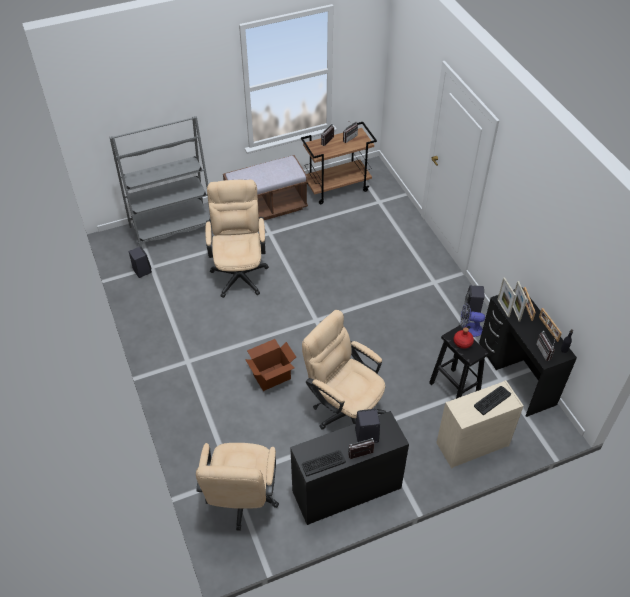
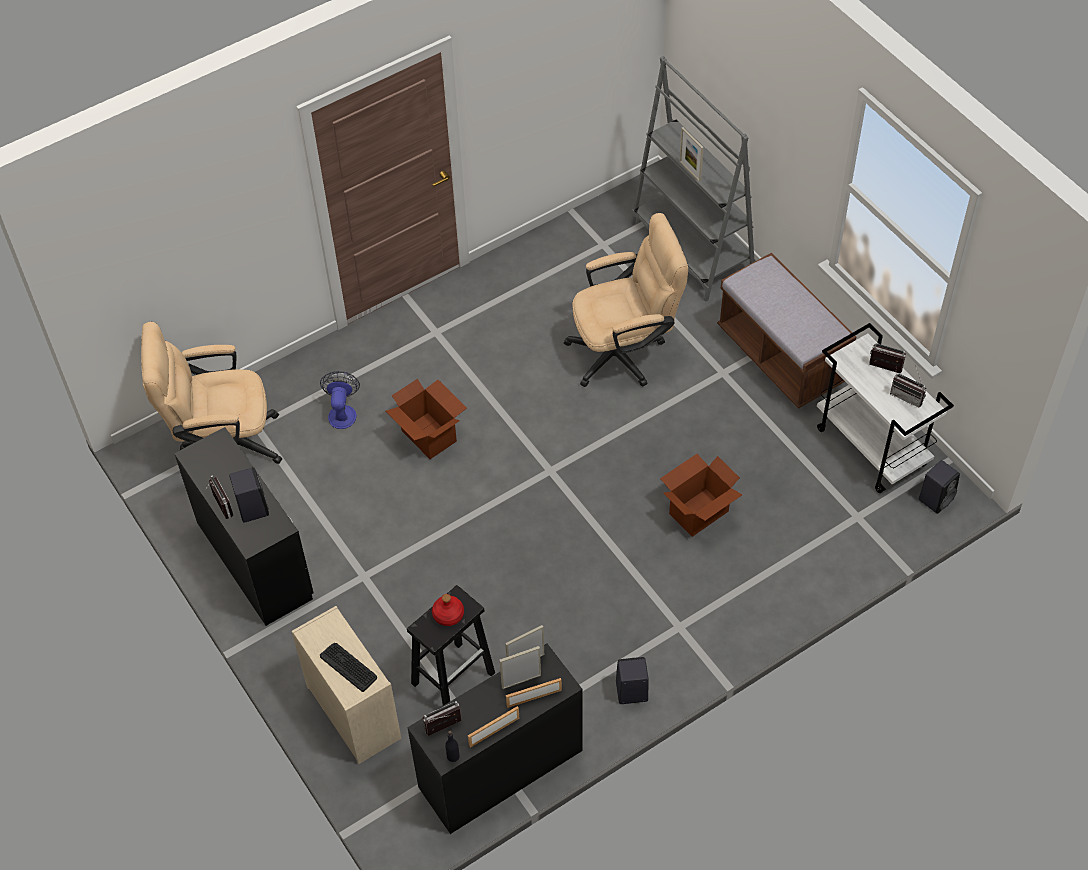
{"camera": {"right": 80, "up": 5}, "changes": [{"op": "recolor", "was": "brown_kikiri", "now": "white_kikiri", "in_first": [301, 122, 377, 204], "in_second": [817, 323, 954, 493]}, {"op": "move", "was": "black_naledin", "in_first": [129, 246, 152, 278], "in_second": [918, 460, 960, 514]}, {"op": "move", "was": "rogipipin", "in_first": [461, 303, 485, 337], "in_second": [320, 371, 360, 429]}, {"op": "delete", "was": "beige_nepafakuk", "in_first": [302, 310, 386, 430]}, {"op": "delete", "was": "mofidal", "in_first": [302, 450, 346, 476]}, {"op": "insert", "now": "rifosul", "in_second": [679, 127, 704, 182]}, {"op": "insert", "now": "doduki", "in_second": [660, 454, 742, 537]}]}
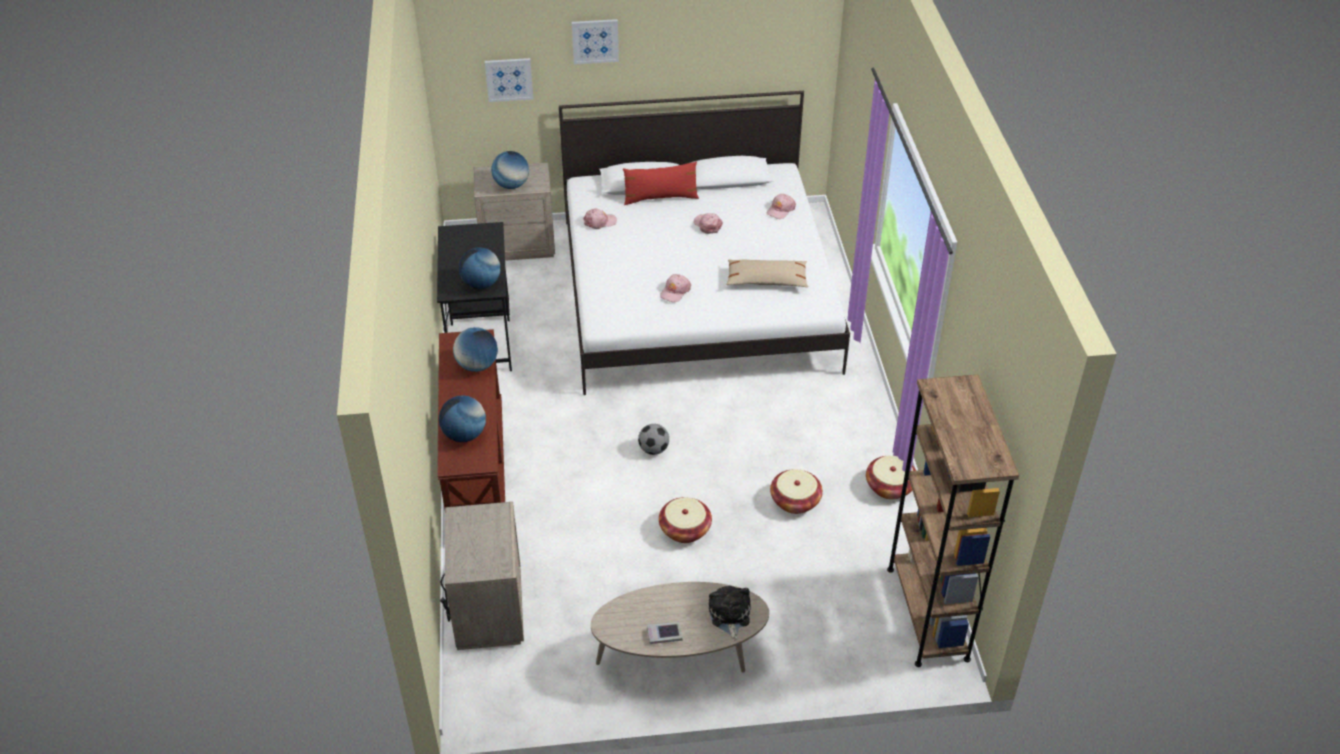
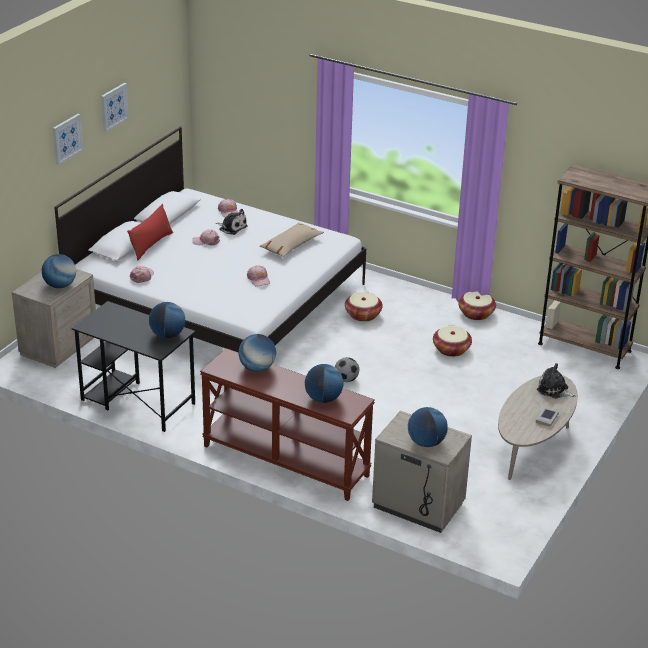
{"camera": {"right": -55, "up": -10}, "changes": [{"op": "move", "was": "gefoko", "in_first": [485, 58, 533, 102], "in_second": [101, 83, 129, 132]}, {"op": "move", "was": "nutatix", "in_first": [659, 497, 712, 543], "in_second": [345, 292, 383, 322]}, {"op": "insert", "now": "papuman", "in_second": [216, 209, 248, 235]}, {"op": "insert", "now": "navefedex", "in_second": [408, 407, 448, 447]}]}
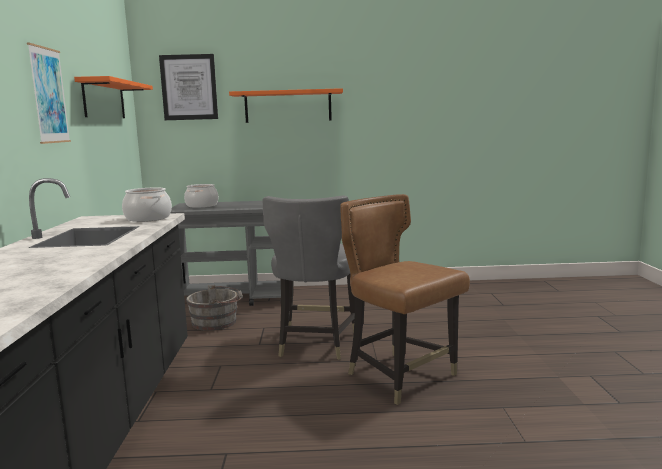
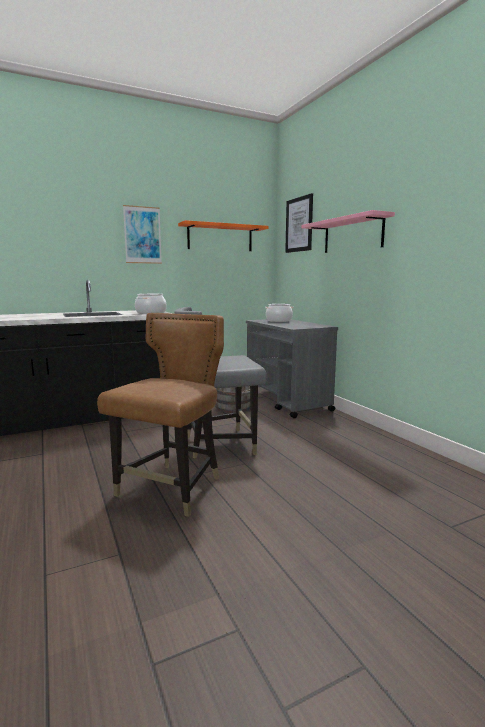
{"camera": {"right": 65, "up": 0}, "changes": [{"op": "recolor", "was": "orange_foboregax", "now": "pink_foboregax", "in_first": [229, 88, 343, 123], "in_second": [301, 210, 395, 253]}]}
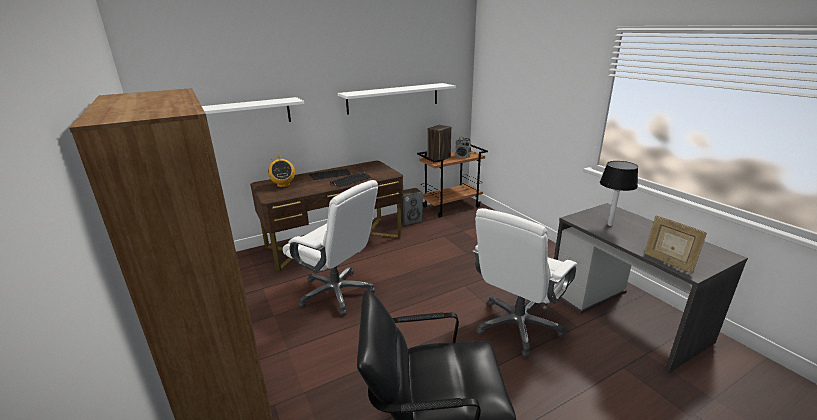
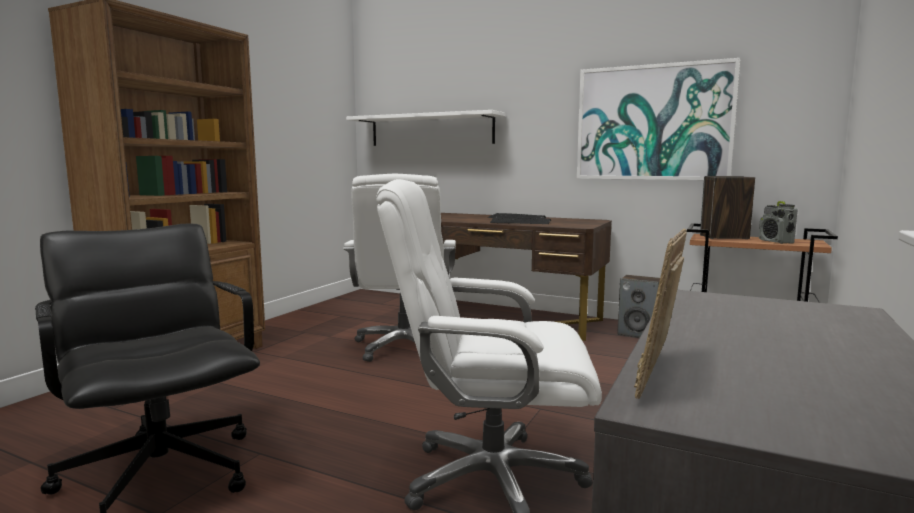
{"camera": {"right": 55, "up": -15}, "changes": [{"op": "replace", "was": "white_foboregax", "now": "gefoko", "in_first": [338, 83, 456, 115], "in_second": [577, 58, 740, 180]}, {"op": "delete", "was": "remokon", "in_first": [268, 156, 295, 187]}, {"op": "delete", "was": "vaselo", "in_first": [600, 161, 638, 226]}]}
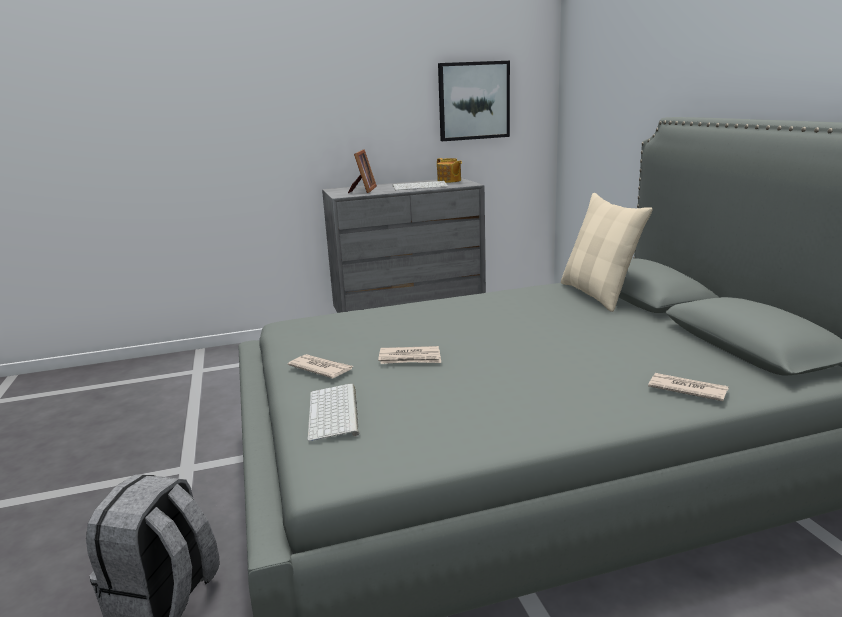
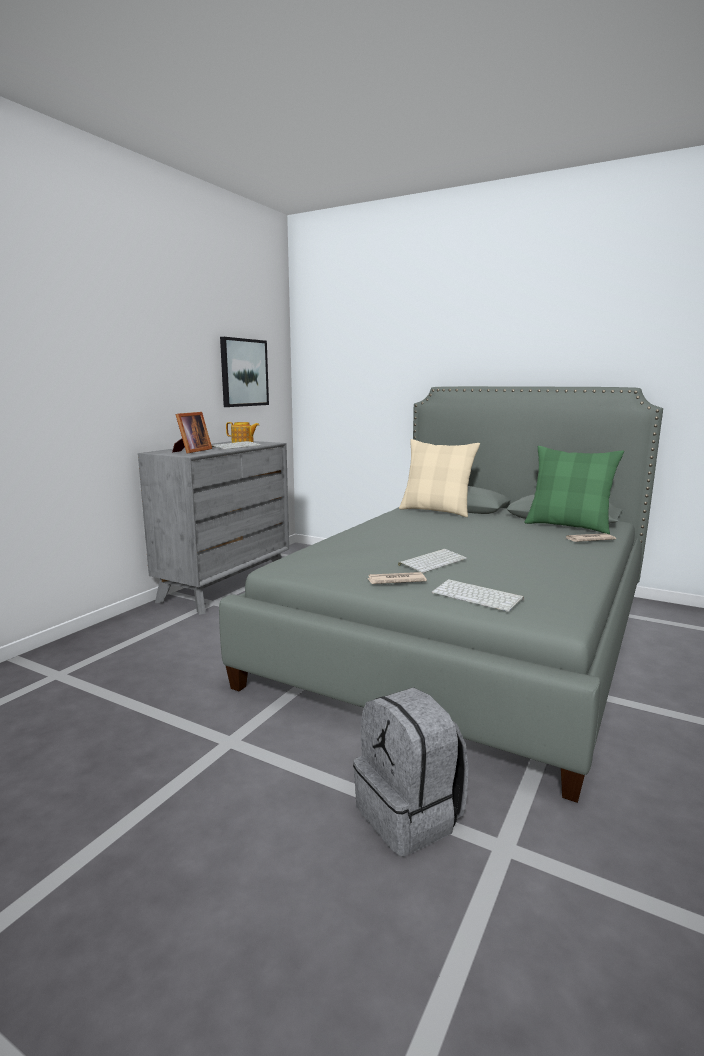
{"camera": {"right": -45, "up": -5}, "changes": [{"op": "rotate", "was": "rifosul", "in_first": [348, 149, 377, 193], "in_second": [172, 412, 212, 453], "clockwise": 60}, {"op": "replace", "was": "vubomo", "now": "mofidal", "in_first": [378, 346, 441, 364], "in_second": [398, 549, 467, 573]}, {"op": "insert", "now": "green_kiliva", "in_second": [524, 446, 624, 534]}]}
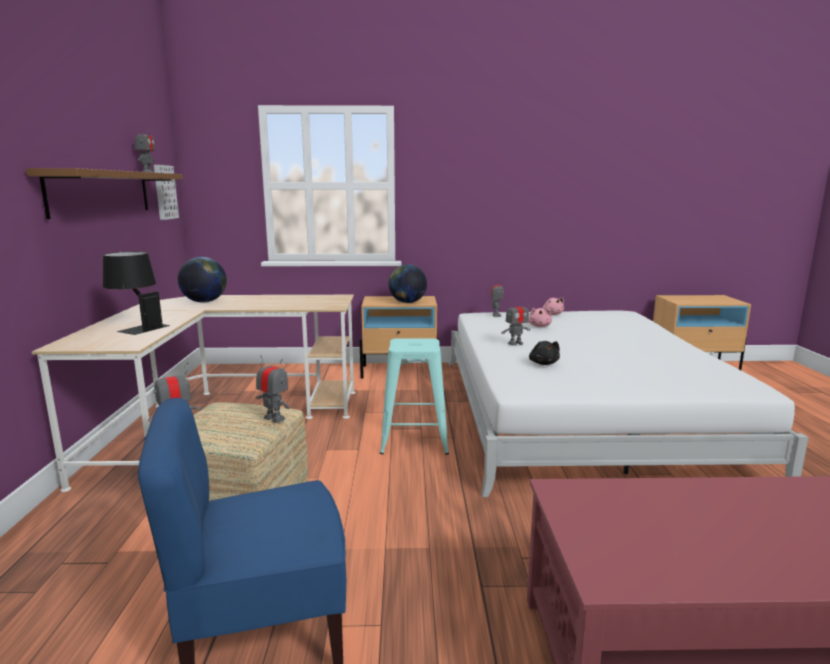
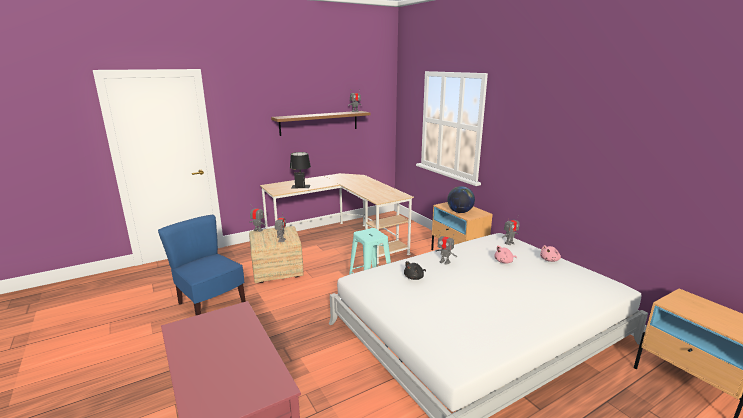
{"camera": {"right": 60, "up": 5}, "changes": [{"op": "delete", "was": "gefoko", "in_first": [154, 165, 179, 220]}, {"op": "delete", "was": "navefedex", "in_first": [178, 257, 227, 303]}]}
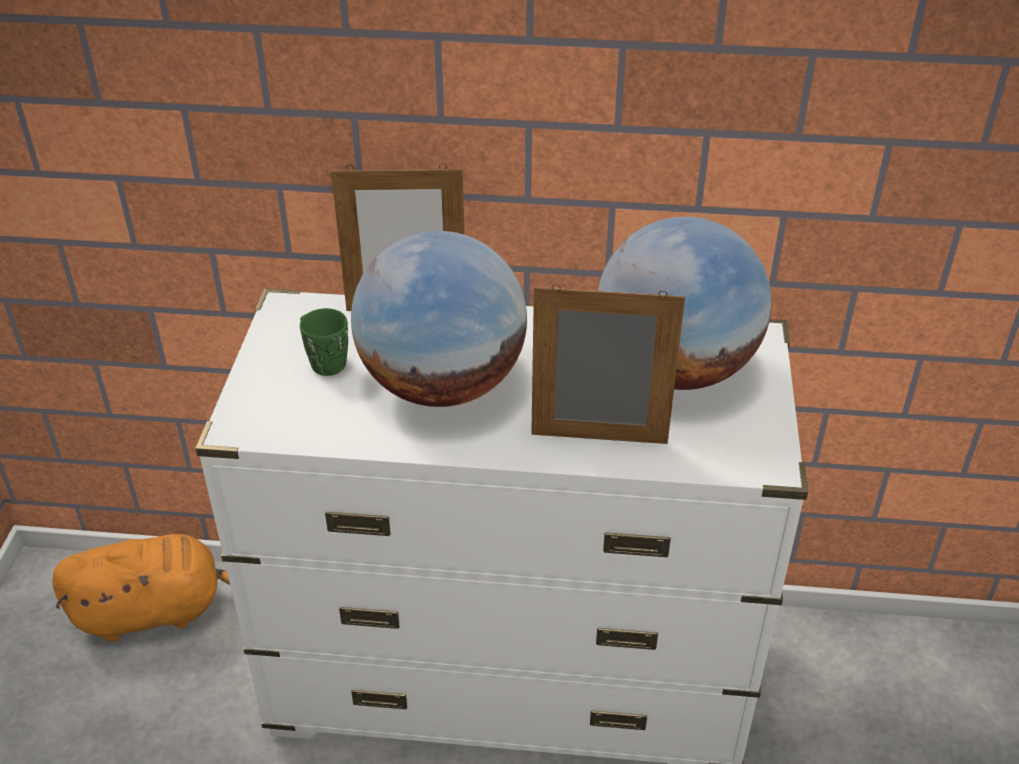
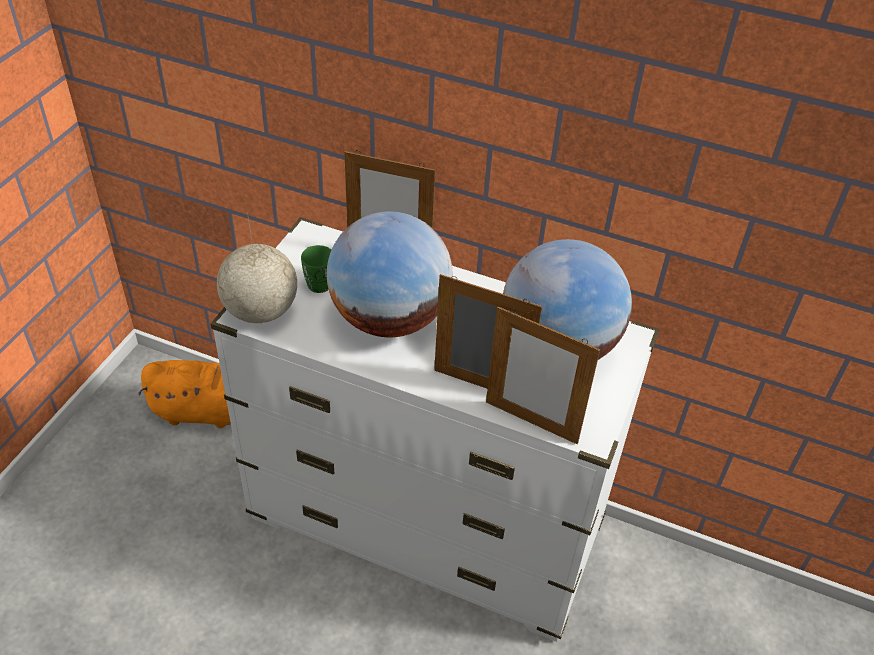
{"camera": {"right": 15, "up": 5}, "changes": [{"op": "insert", "now": "navefedex", "in_second": [217, 212, 297, 323]}, {"op": "insert", "now": "rifosul", "in_second": [486, 307, 600, 444]}]}
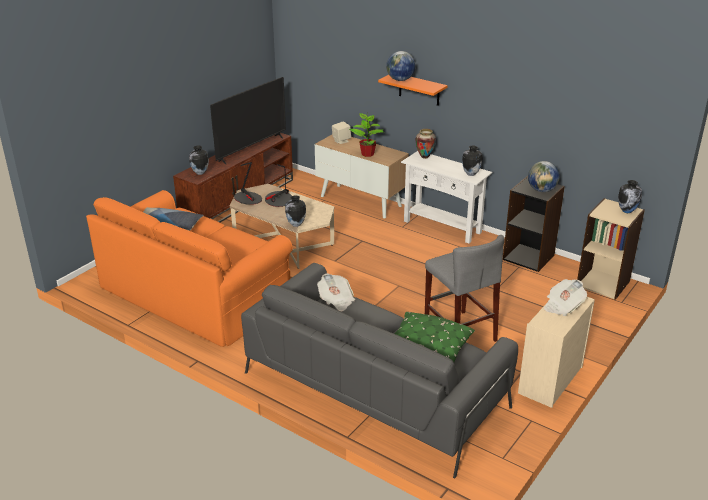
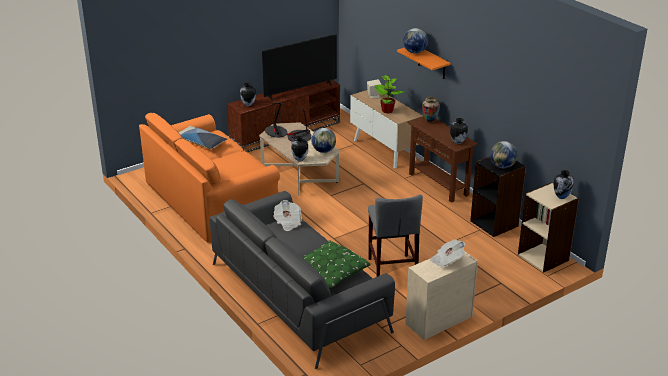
{"camera": {"right": 20, "up": 0}, "changes": [{"op": "recolor", "was": "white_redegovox", "now": "brown_redegovox", "in_first": [401, 151, 492, 243], "in_second": [407, 116, 478, 203]}, {"op": "insert", "now": "navefedex", "in_second": [311, 128, 336, 153]}]}
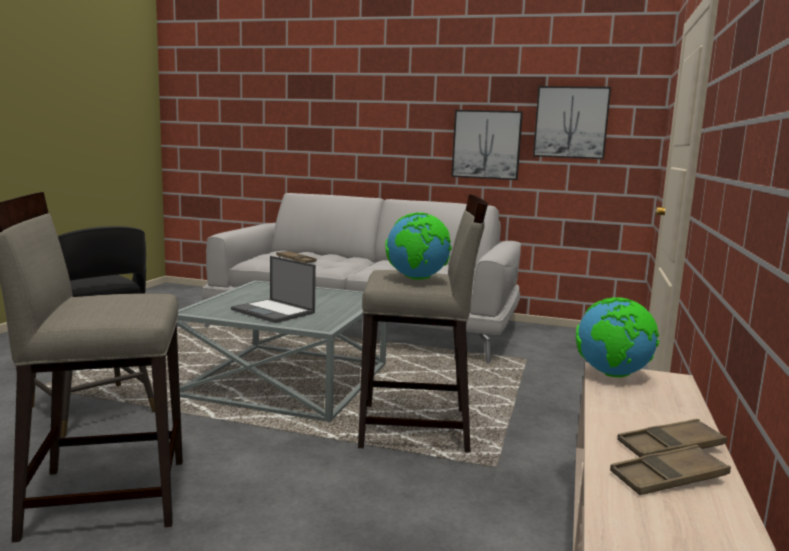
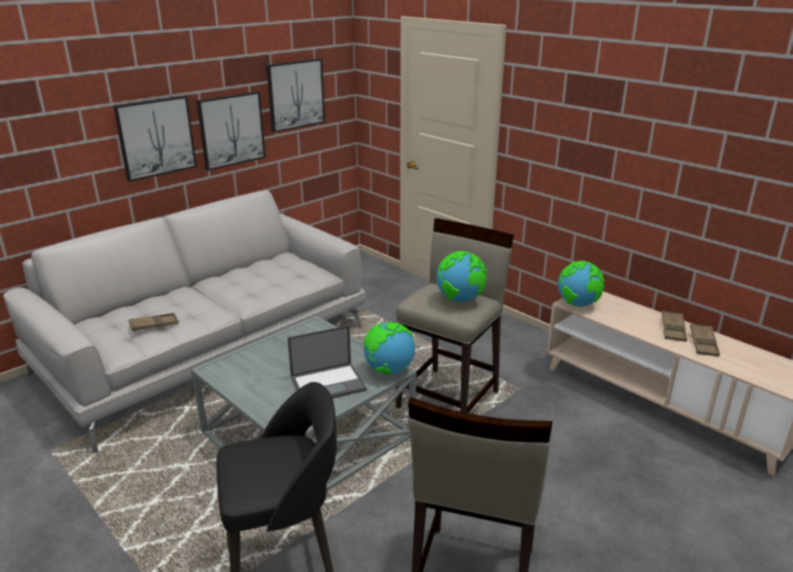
{"camera": {"right": -60, "up": 15}, "changes": [{"op": "insert", "now": "gefoko", "in_second": [113, 96, 197, 182]}, {"op": "insert", "now": "navefedex", "in_second": [363, 322, 415, 375]}]}
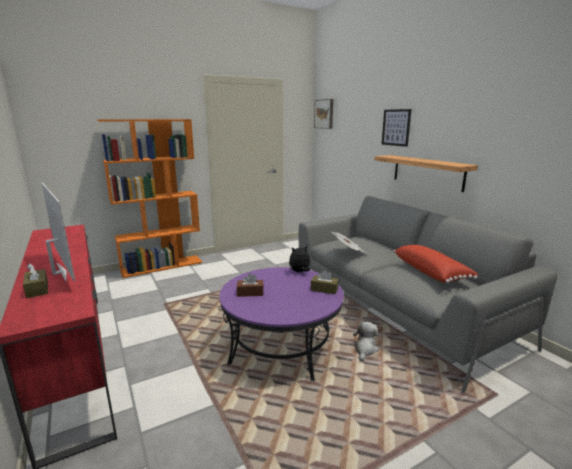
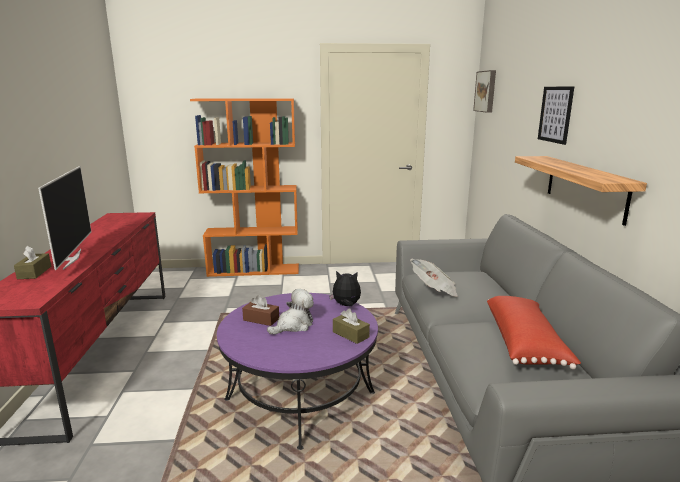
{"camera": {"right": 25, "up": 0}, "changes": [{"op": "move", "was": "papuman", "in_first": [353, 322, 378, 361], "in_second": [267, 289, 314, 335]}]}
